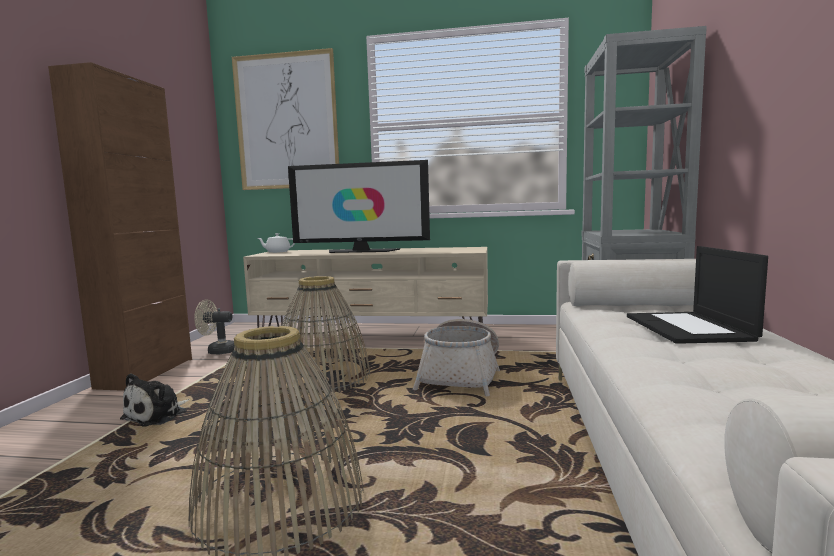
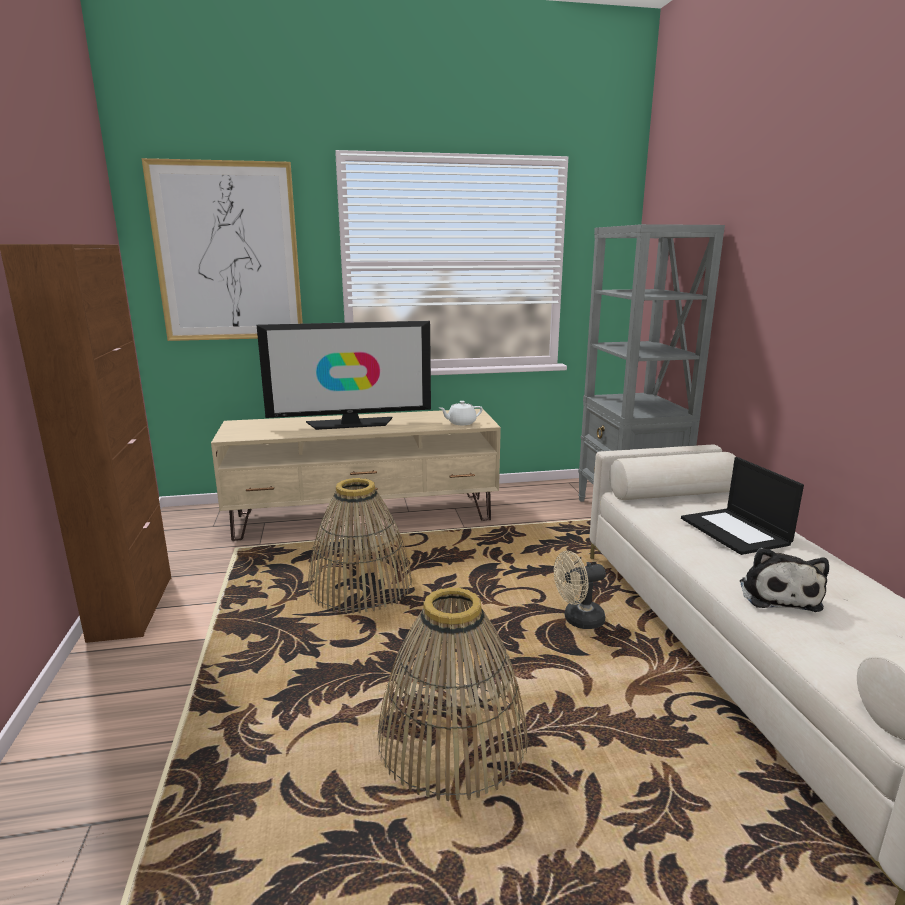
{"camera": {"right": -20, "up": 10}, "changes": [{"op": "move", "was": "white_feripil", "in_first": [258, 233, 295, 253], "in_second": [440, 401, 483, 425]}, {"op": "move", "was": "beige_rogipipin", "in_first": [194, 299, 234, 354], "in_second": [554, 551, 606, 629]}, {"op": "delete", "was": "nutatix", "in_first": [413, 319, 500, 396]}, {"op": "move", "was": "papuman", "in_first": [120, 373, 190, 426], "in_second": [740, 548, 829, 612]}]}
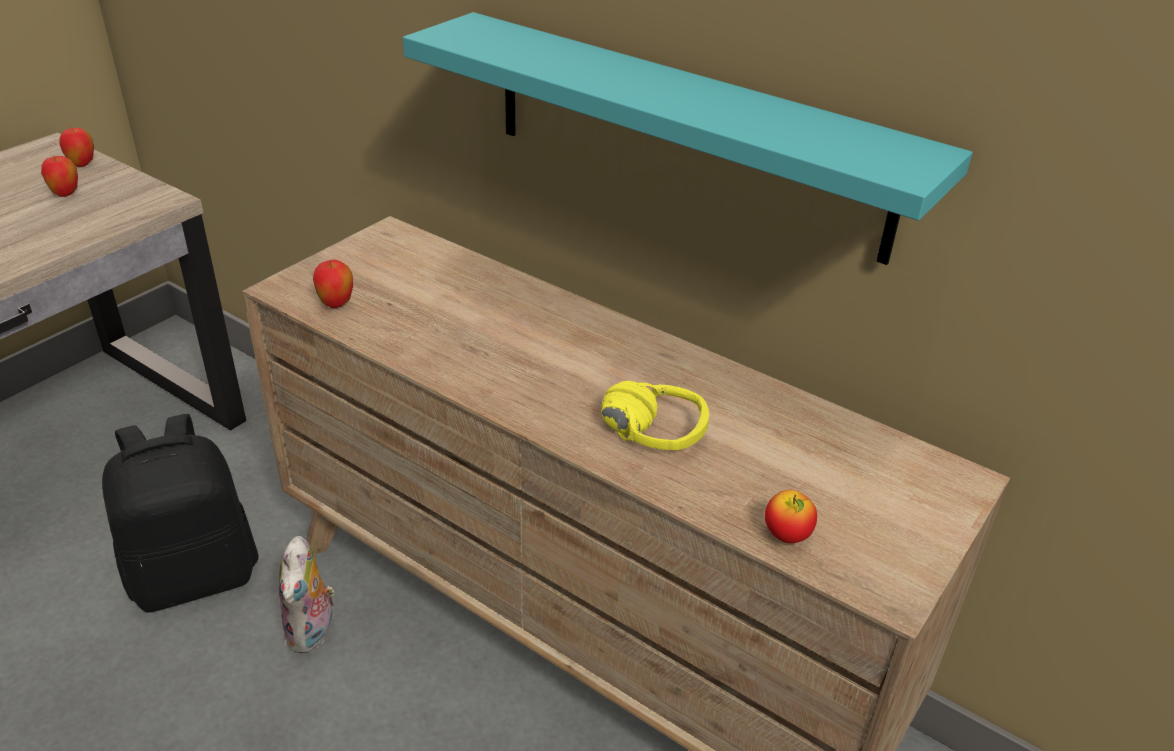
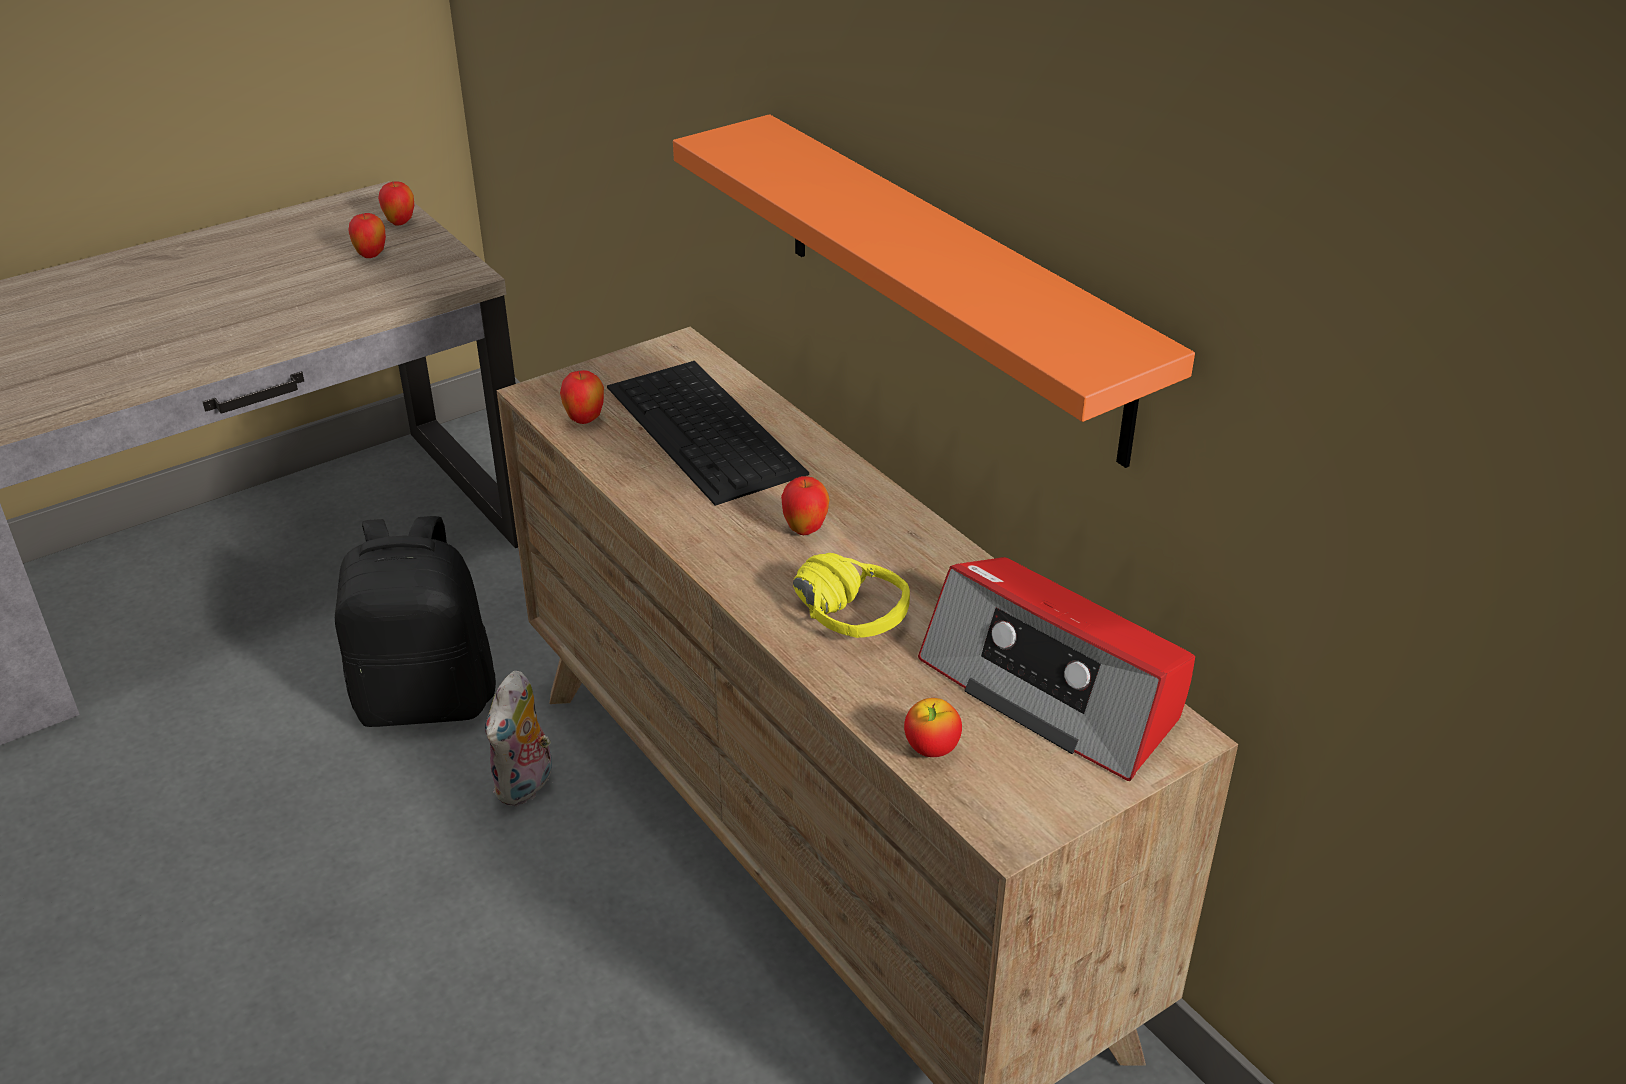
{"camera": {"right": 20, "up": 0}, "changes": [{"op": "recolor", "was": "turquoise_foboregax", "now": "orange_foboregax", "in_first": [403, 12, 973, 265], "in_second": [673, 114, 1195, 468]}, {"op": "insert", "now": "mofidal", "in_second": [607, 361, 809, 506]}, {"op": "insert", "now": "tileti", "in_second": [781, 476, 829, 535]}, {"op": "insert", "now": "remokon", "in_second": [918, 557, 1195, 781]}]}
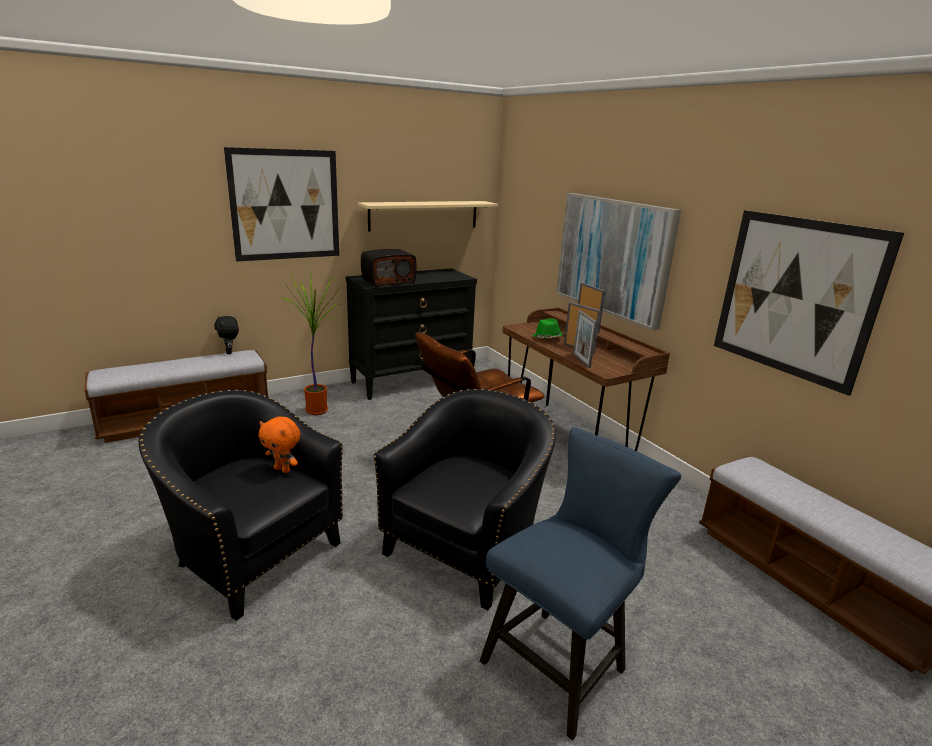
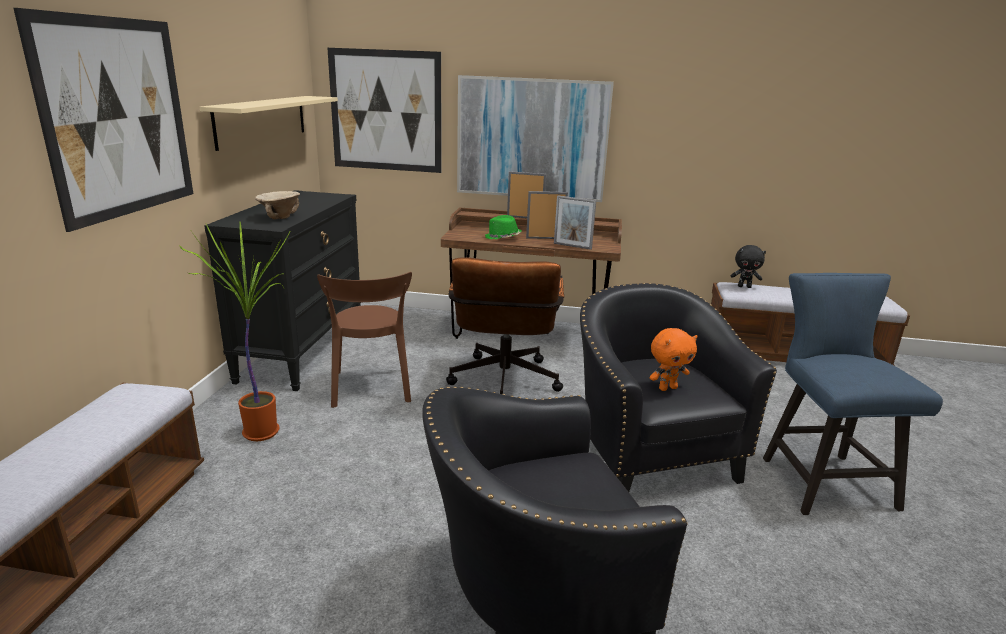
{"camera": {"right": -50, "up": 0}, "changes": [{"op": "move", "was": "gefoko", "in_first": [714, 210, 904, 396], "in_second": [327, 48, 441, 173]}, {"op": "replace", "was": "remokon", "now": "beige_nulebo", "in_first": [361, 249, 417, 287], "in_second": [255, 191, 300, 219]}, {"op": "move", "was": "black_papuman", "in_first": [214, 316, 239, 354], "in_second": [731, 245, 766, 288]}, {"op": "move", "was": "orange_papuman", "in_first": [258, 417, 300, 473], "in_second": [650, 328, 697, 391]}, {"op": "insert", "now": "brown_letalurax", "in_second": [317, 272, 412, 408]}]}
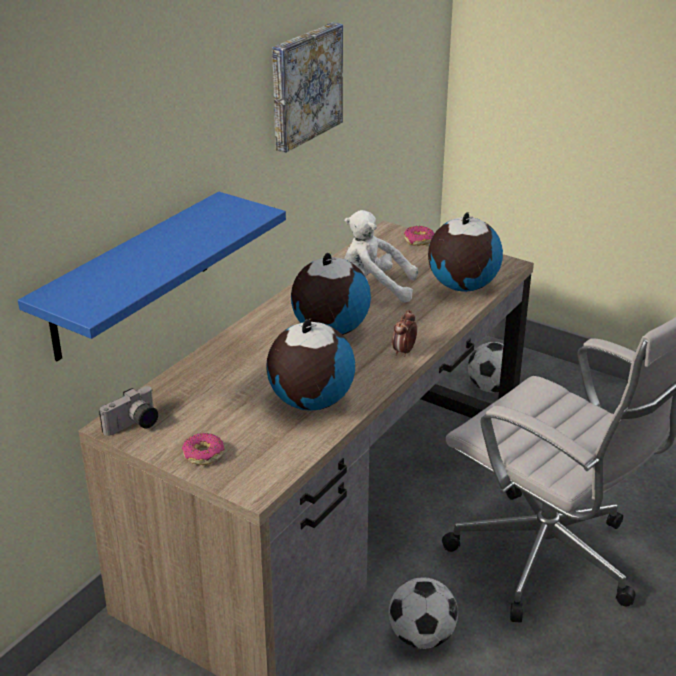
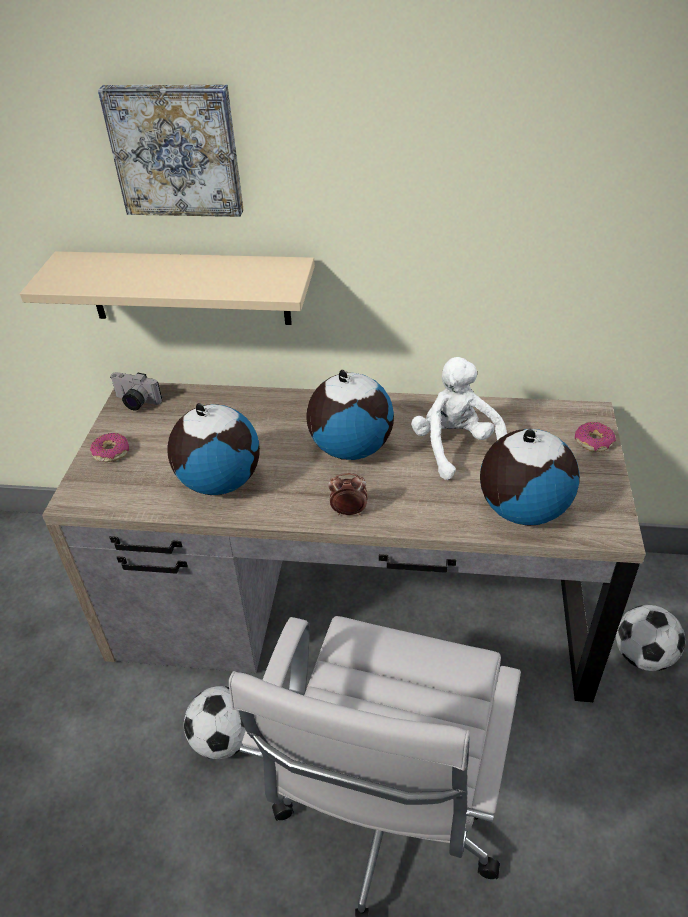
{"camera": {"right": 65, "up": 10}, "changes": [{"op": "move", "was": "gefoko", "in_first": [272, 22, 343, 153], "in_second": [98, 85, 244, 217]}, {"op": "recolor", "was": "blue_foboregax", "now": "beige_foboregax", "in_first": [18, 192, 286, 361], "in_second": [20, 251, 315, 325]}]}
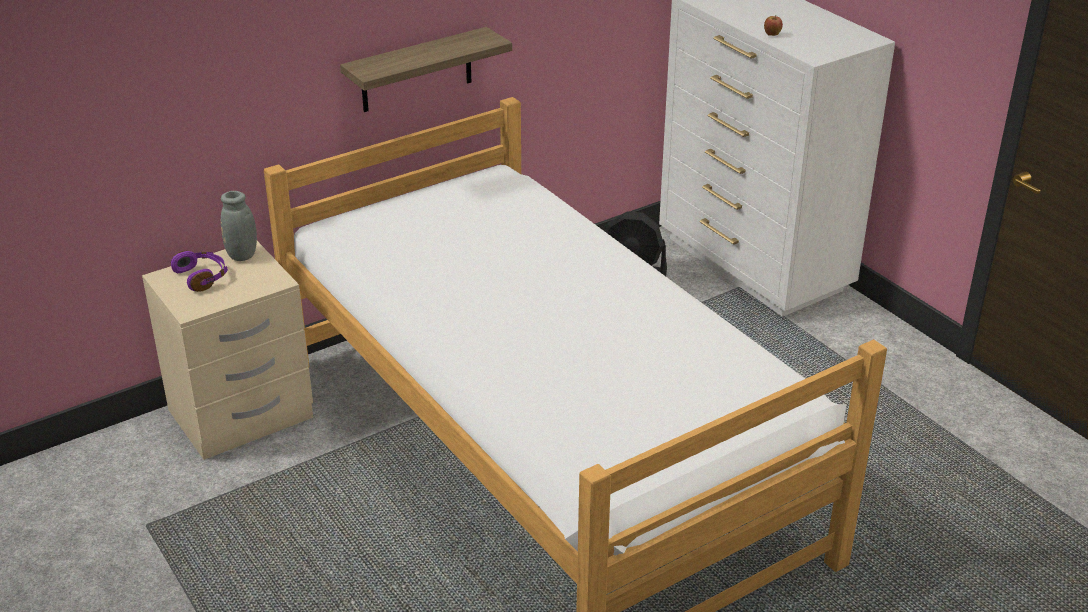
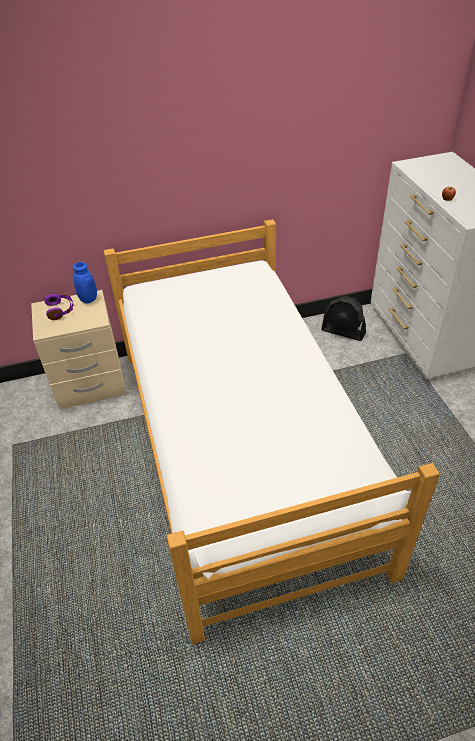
{"camera": {"right": 20, "up": 10}, "changes": [{"op": "delete", "was": "foboregax", "in_first": [340, 27, 512, 112]}, {"op": "recolor", "was": "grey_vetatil", "now": "blue_vetatil", "in_first": [221, 191, 257, 261], "in_second": [73, 262, 97, 303]}]}
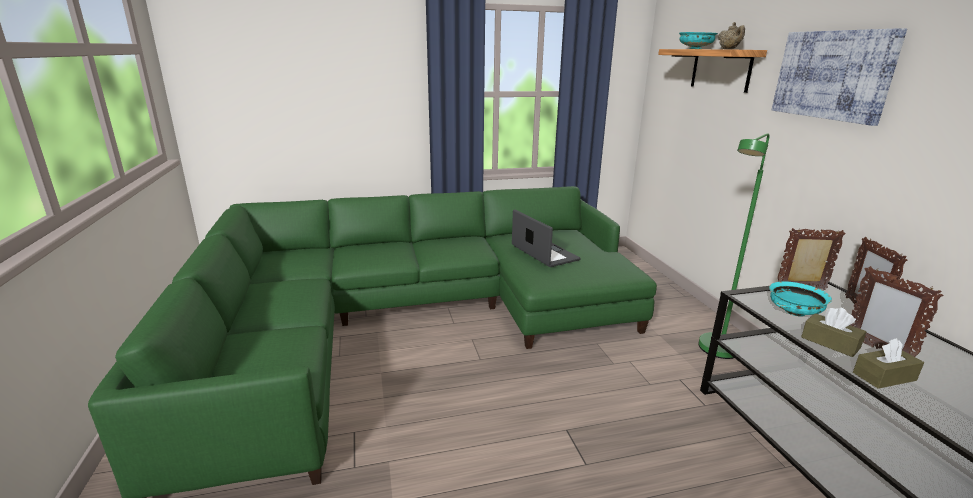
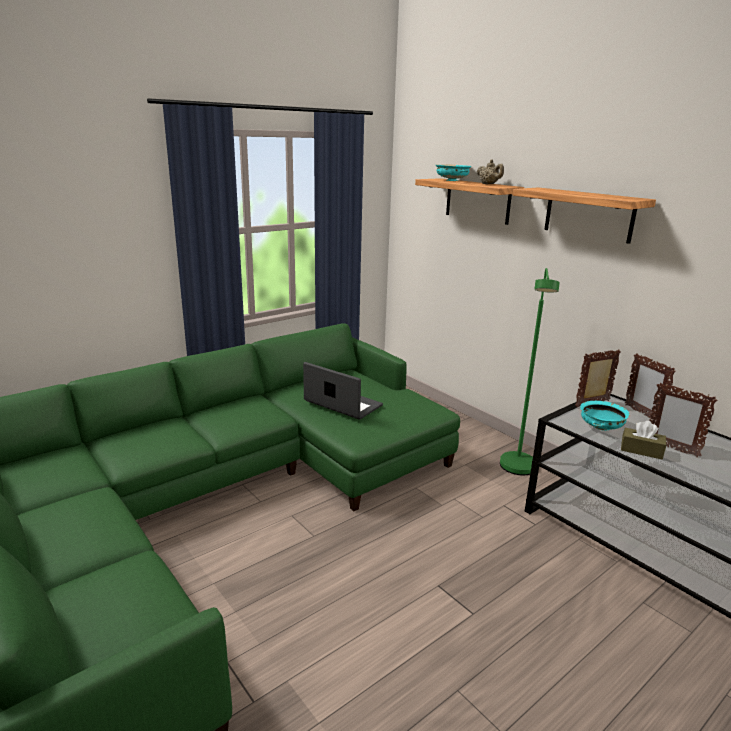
{"camera": {"right": -25, "up": 0}, "changes": [{"op": "replace", "was": "gefoko", "now": "foboregax", "in_first": [772, 28, 907, 126], "in_second": [513, 188, 656, 244]}, {"op": "delete", "was": "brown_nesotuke", "in_first": [853, 338, 924, 389]}]}
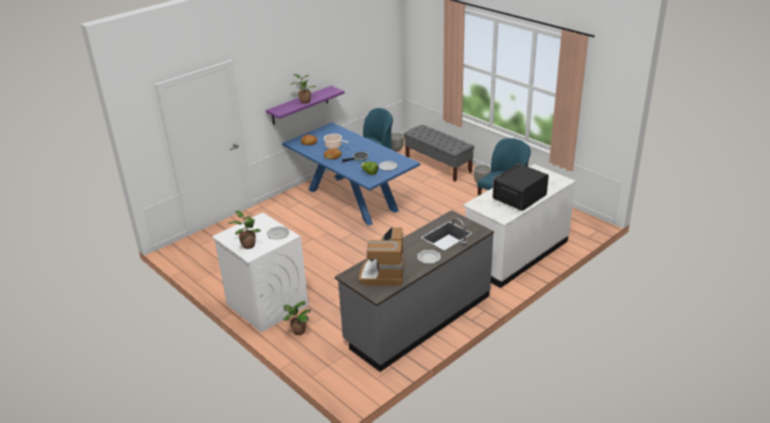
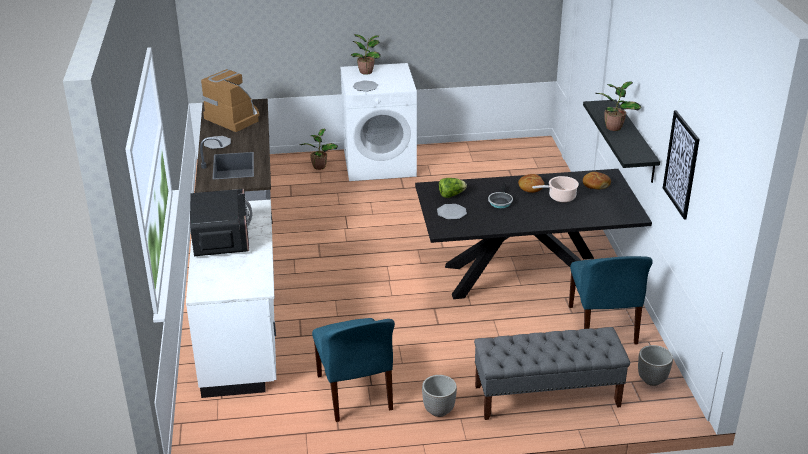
{"camera": {"right": 125, "up": 0}, "changes": [{"op": "recolor", "was": "purple_foboregax", "now": "black_foboregax", "in_first": [266, 86, 345, 125], "in_second": [583, 100, 660, 183]}, {"op": "recolor", "was": "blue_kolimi", "now": "black_kolimi", "in_first": [282, 123, 420, 226], "in_second": [415, 169, 652, 299]}, {"op": "insert", "now": "gefoko", "in_second": [663, 110, 700, 220]}]}
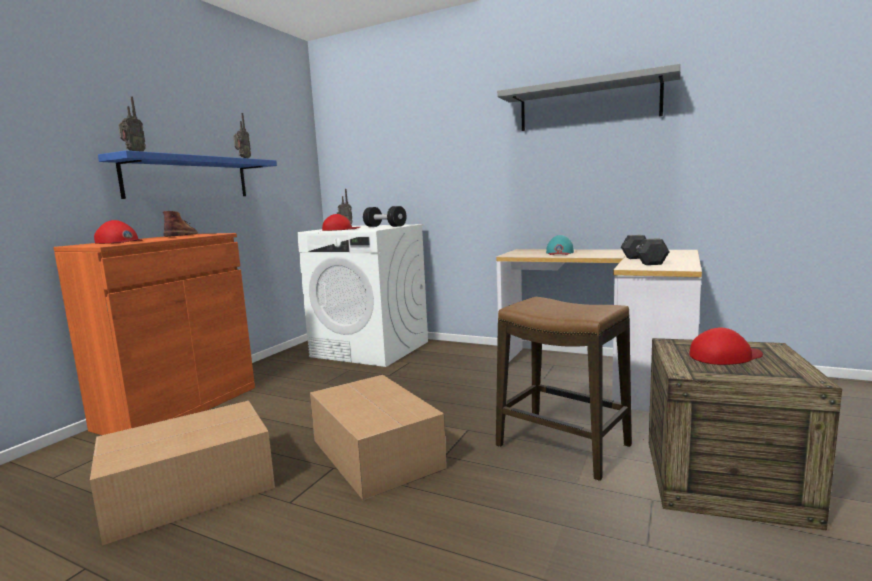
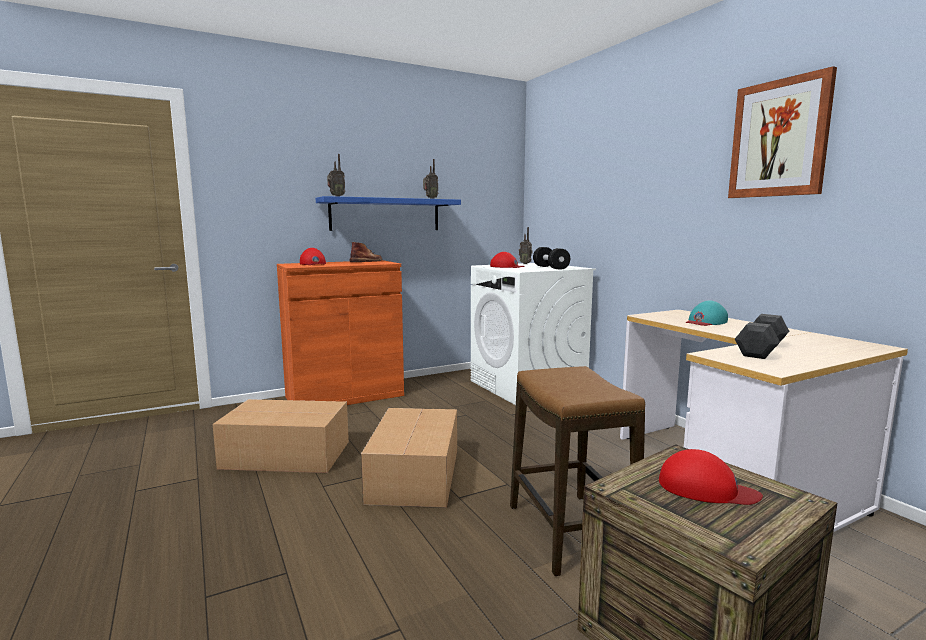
{"camera": {"right": 35, "up": 0}, "changes": [{"op": "replace", "was": "grey_foboregax", "now": "gefoko", "in_first": [497, 64, 681, 131], "in_second": [728, 66, 837, 198]}]}
